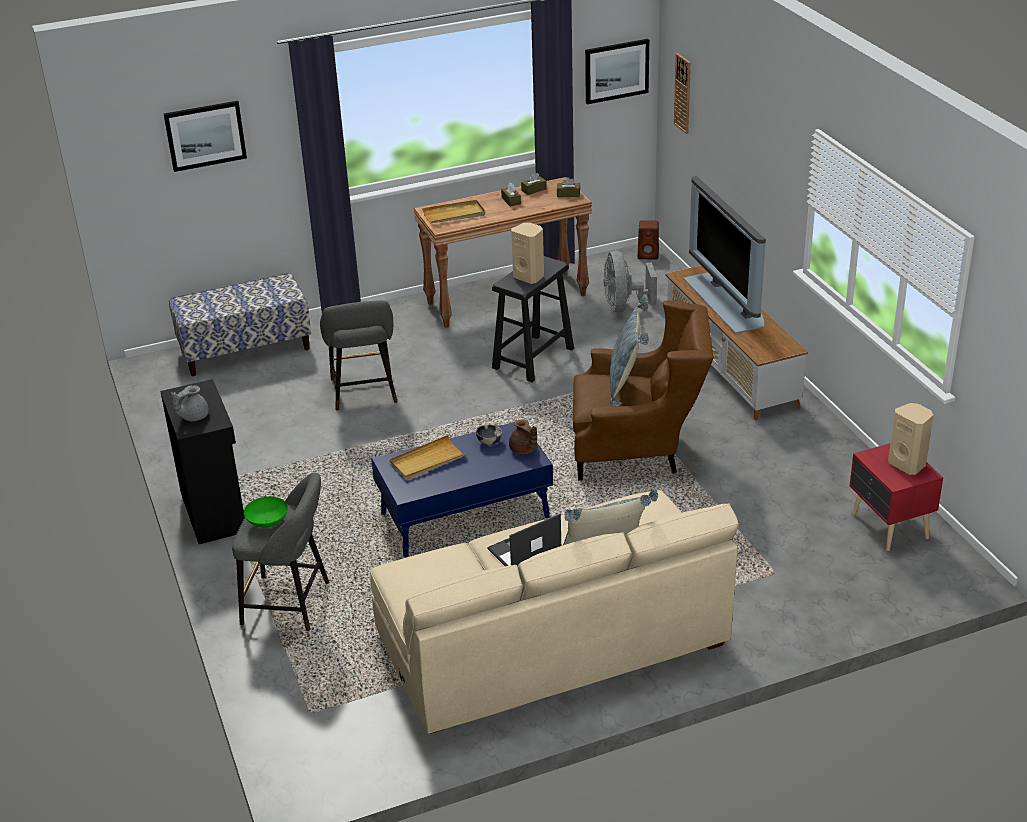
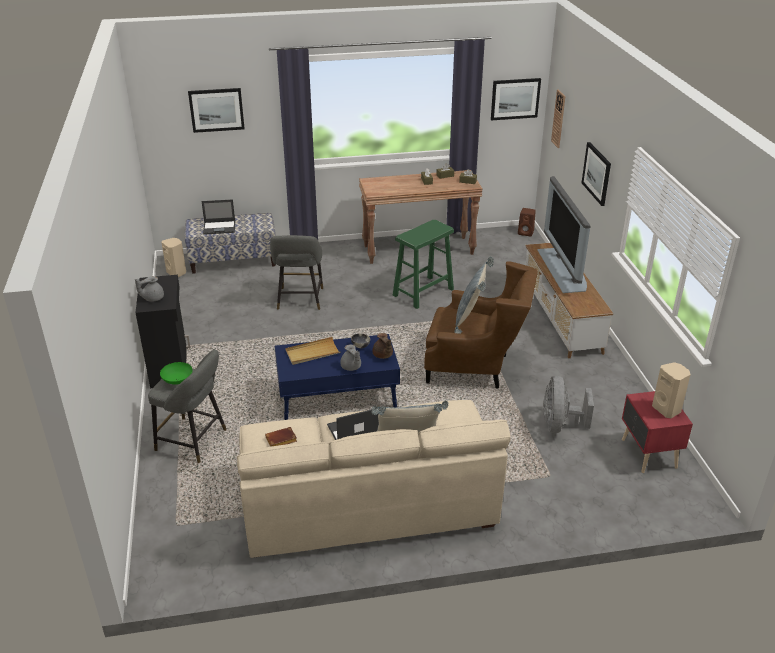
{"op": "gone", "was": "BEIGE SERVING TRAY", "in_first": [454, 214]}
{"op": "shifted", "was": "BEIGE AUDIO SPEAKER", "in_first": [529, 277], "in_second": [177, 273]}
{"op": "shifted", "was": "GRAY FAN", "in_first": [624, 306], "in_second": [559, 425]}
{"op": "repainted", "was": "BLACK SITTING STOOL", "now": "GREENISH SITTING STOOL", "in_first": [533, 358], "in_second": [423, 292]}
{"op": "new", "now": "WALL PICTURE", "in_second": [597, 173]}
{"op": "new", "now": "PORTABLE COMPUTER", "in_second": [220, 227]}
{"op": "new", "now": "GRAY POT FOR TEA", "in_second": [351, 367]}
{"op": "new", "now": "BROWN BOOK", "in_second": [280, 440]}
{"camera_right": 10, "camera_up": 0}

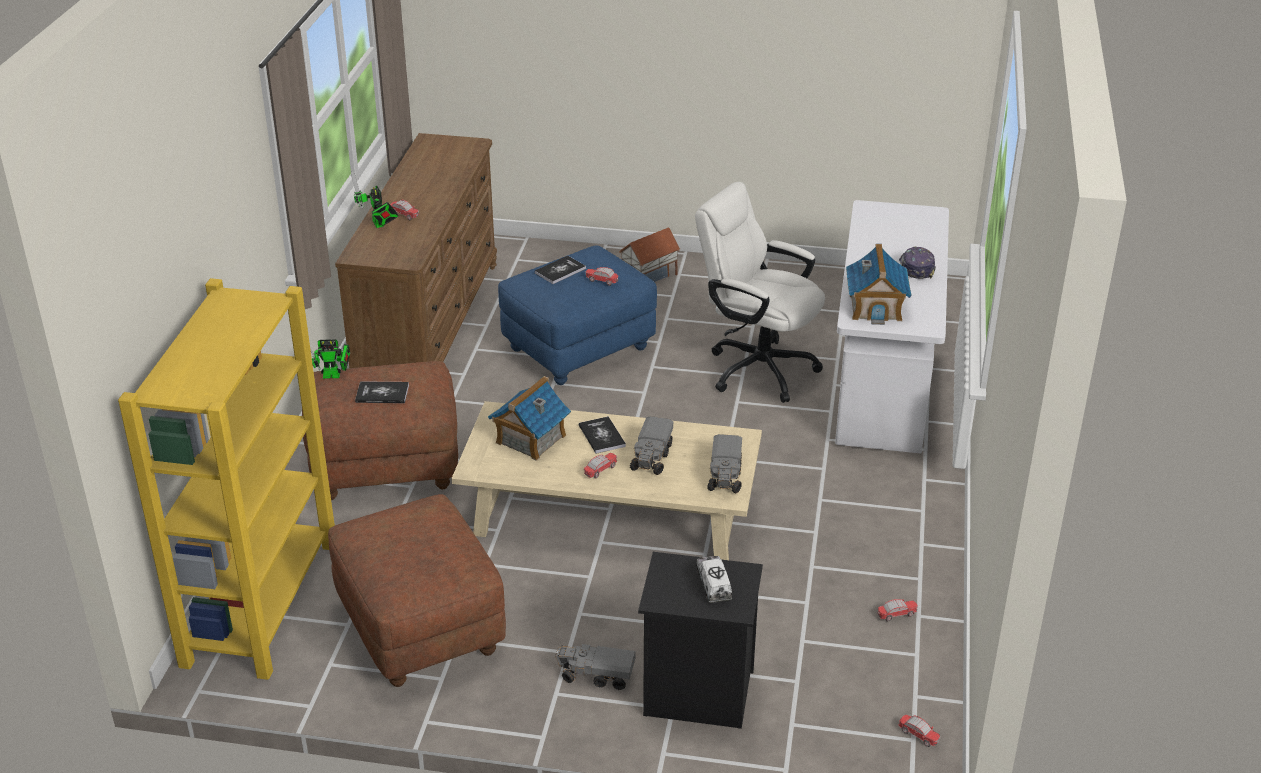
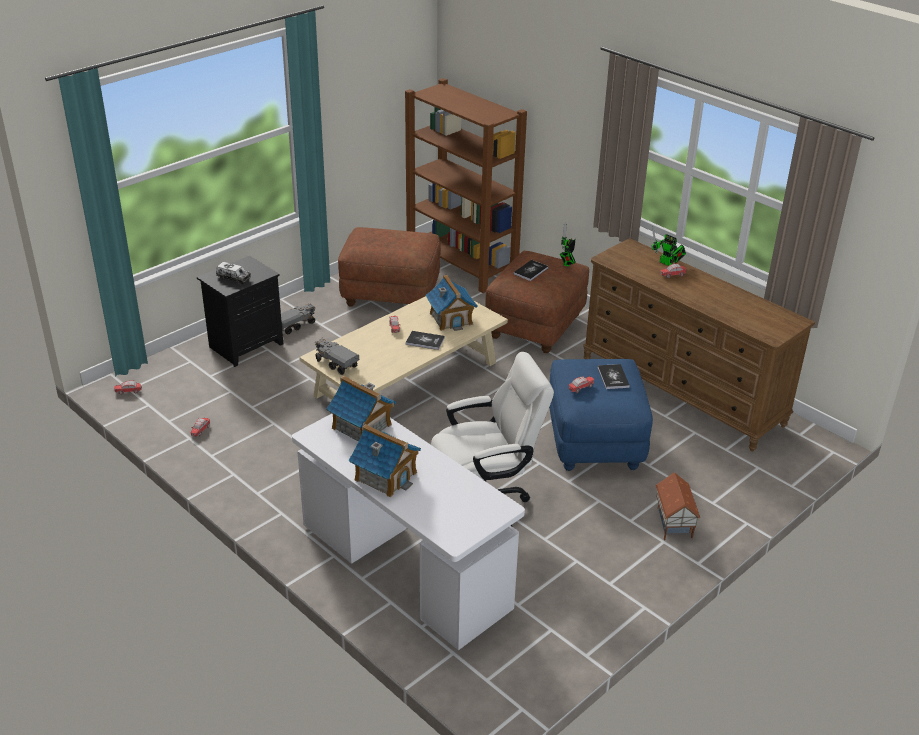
{"op": "rotated", "was": "TOY ROBOT", "in_first": [378, 225], "in_second": [667, 263], "clockwise": -150}
{"op": "swapped", "was": "PEAKED CAP", "now": "MODEL HOUSE", "in_first": [916, 268], "in_second": [385, 476]}
{"op": "repainted", "was": "YELLOWISH BOOKSHELF", "now": "BROWN BOOKSHELF", "in_first": [261, 602], "in_second": [461, 264]}
{"op": "gone", "was": "MODEL TRUCK", "in_first": [652, 457]}
{"camera_right": 125, "camera_up": 0}

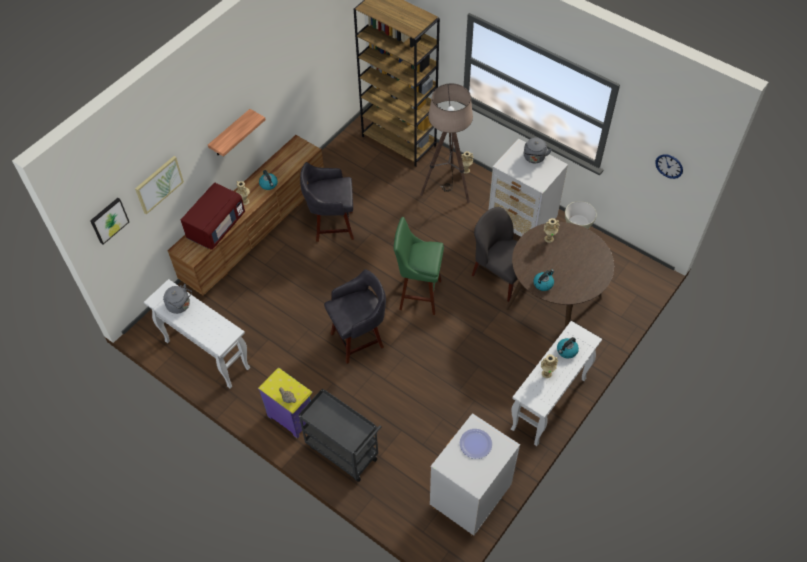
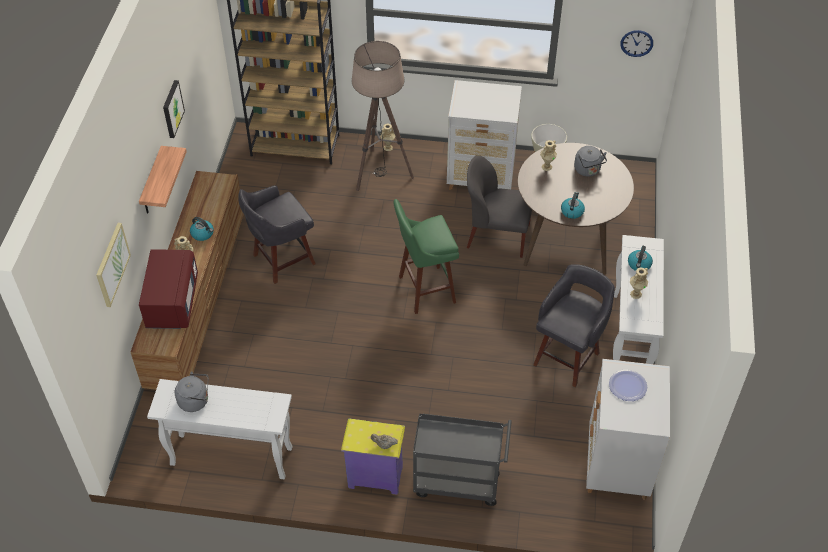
{"op": "shifted", "was": "GRAY TEA KETTLE", "in_first": [534, 158], "in_second": [588, 170]}
{"op": "shifted", "was": "WALL PICTURE", "in_first": [108, 220], "in_second": [172, 109]}
{"op": "shifted", "was": "GRAY SITTING STOOL", "in_first": [359, 340], "in_second": [568, 357]}
{"camera_right": -30, "camera_up": -5}

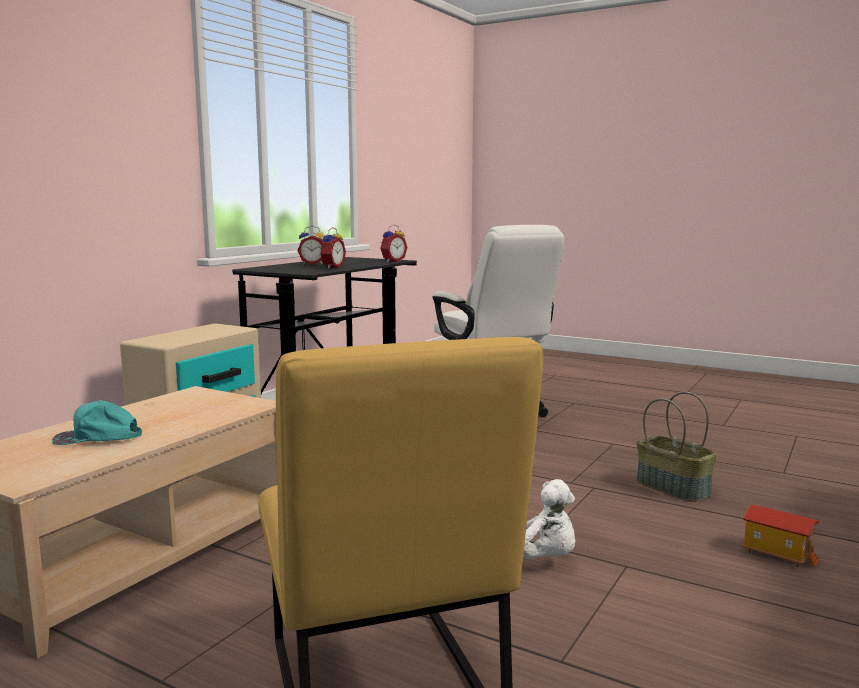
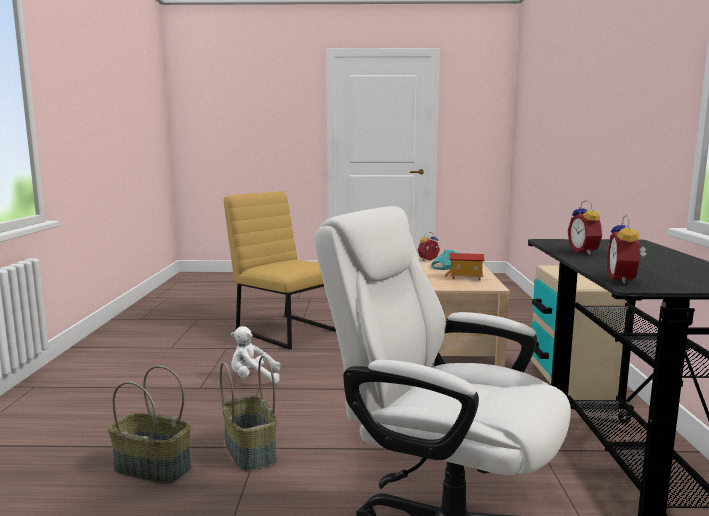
{"op": "shifted", "was": "TABLE CLOCK", "in_first": [313, 264], "in_second": [429, 260]}
{"op": "shifted", "was": "MODEL HOUSE", "in_first": [778, 553], "in_second": [465, 277]}
{"op": "new", "now": "BASKET", "in_second": [251, 451]}
{"camera_right": 150, "camera_up": 0}

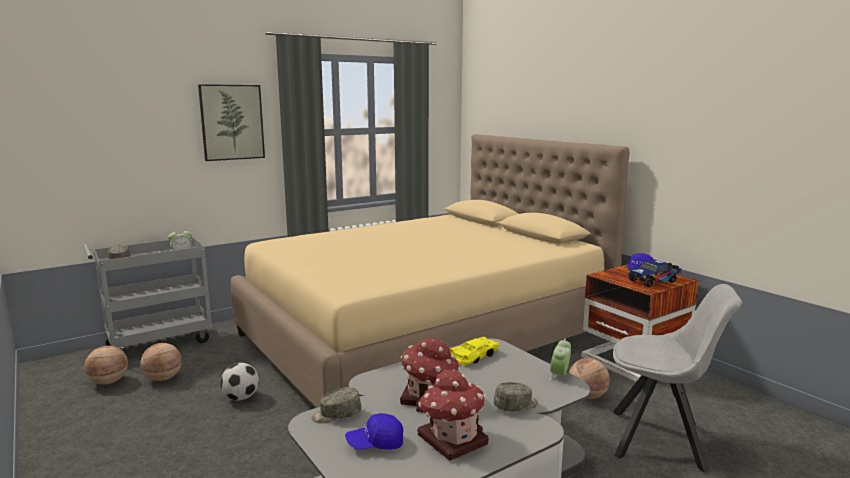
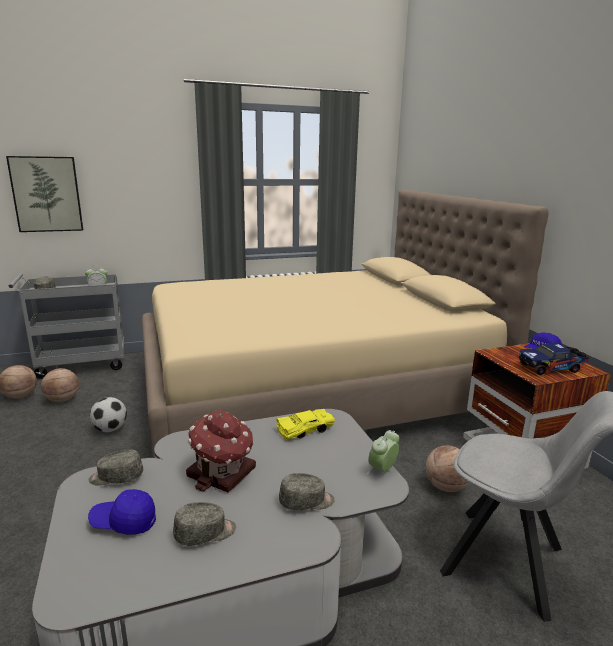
{"op": "shifted", "was": "WALL PICTURE", "in_first": [232, 122], "in_second": [46, 194]}
{"op": "swapped", "was": "MODEL HOUSE", "now": "GRAY PEAKED CAP", "in_first": [452, 439], "in_second": [205, 533]}
{"camera_right": 15, "camera_up": 5}

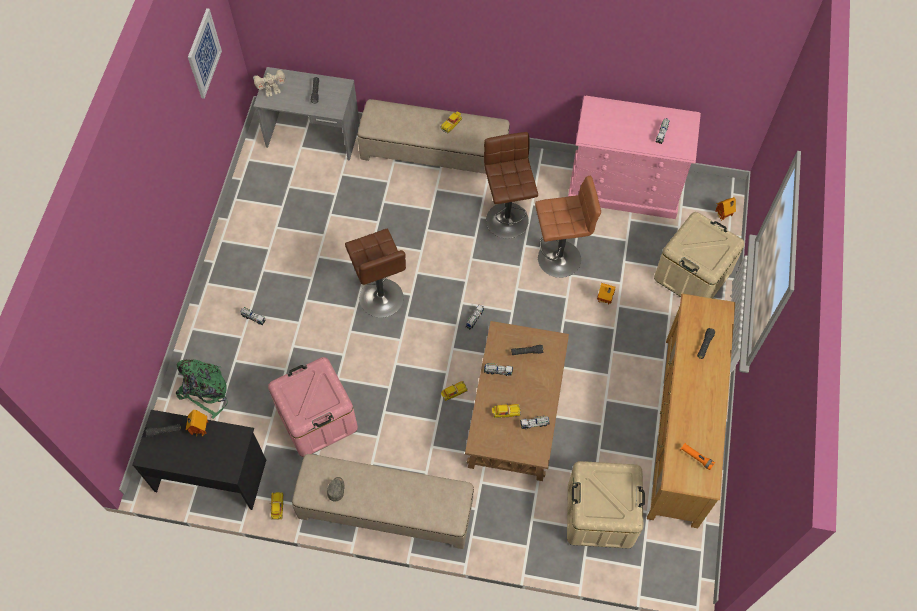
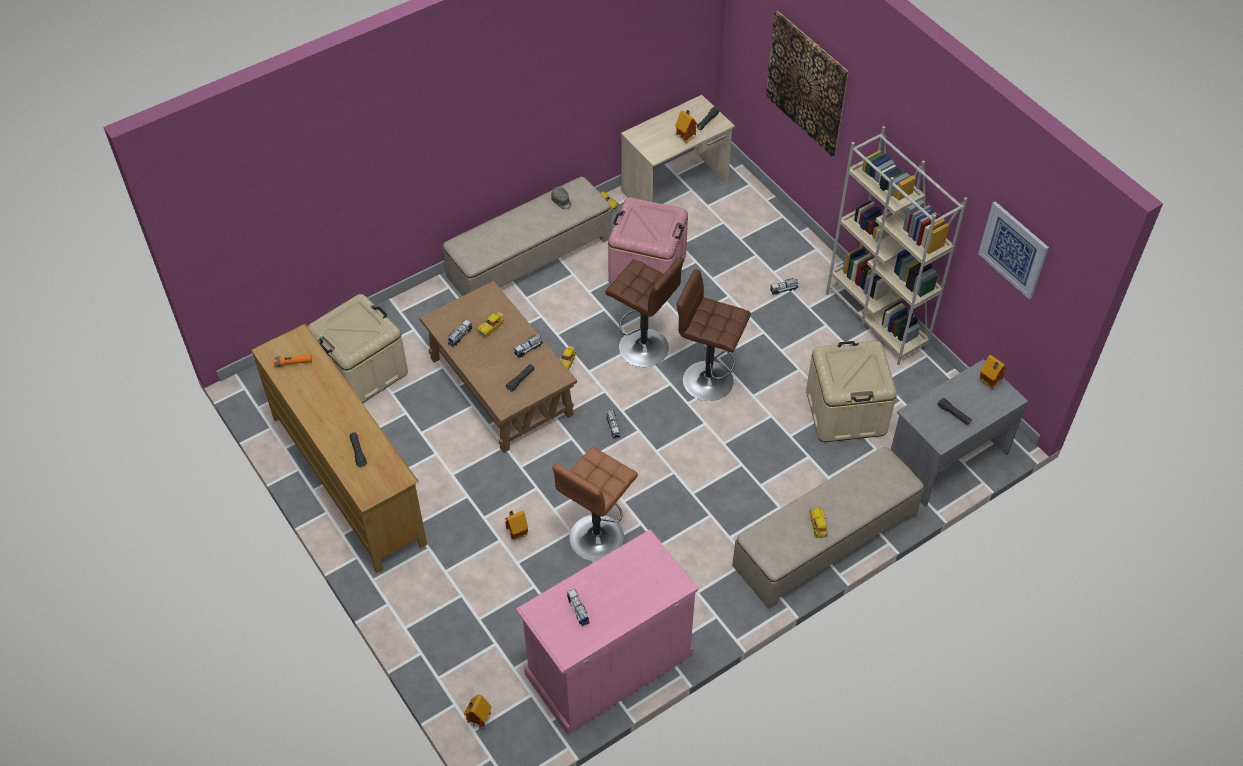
{"op": "swapped", "was": "TOY ROBOT", "now": "MODEL HOUSE", "in_first": [272, 91], "in_second": [988, 384]}
{"op": "shifted", "was": "BROWN SITTING STOOL", "in_first": [507, 220], "in_second": [644, 348]}
{"op": "shifted", "was": "BEIGE STORAGE BOX", "in_first": [692, 275], "in_second": [846, 411]}
{"op": "gone", "was": "GREENISH RUCKSACK", "in_first": [205, 390]}
{"op": "repainted", "was": "BLACK DESK", "now": "BEIGE DESK", "in_first": [210, 474], "in_second": [675, 186]}
{"op": "new", "now": "WALL PICTURE", "in_second": [807, 83]}
{"op": "new", "now": "BEIGE BOOKSHELF", "in_second": [876, 320]}
{"camera_right": 135, "camera_up": -10}

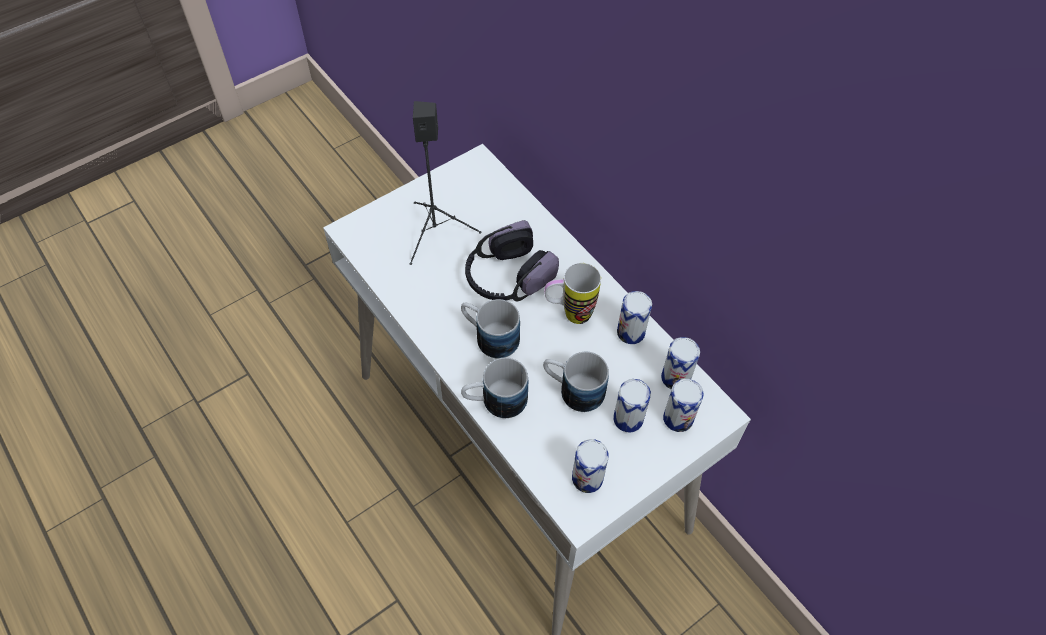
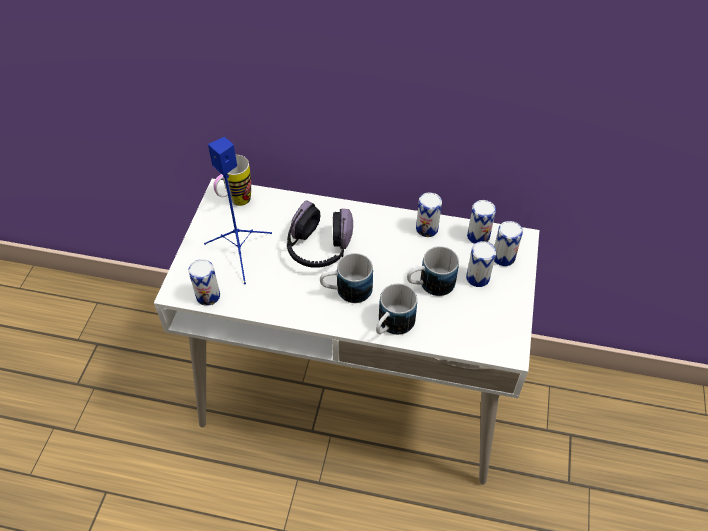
{"op": "repainted", "was": "BLACK AUDIO SPEAKER", "now": "BLUISH AUDIO SPEAKER", "in_first": [435, 233], "in_second": [240, 253]}
{"op": "shifted", "was": "MUG", "in_first": [569, 314], "in_second": [235, 202]}
{"op": "shifted", "was": "CAN", "in_first": [587, 478], "in_second": [208, 296]}
{"camera_right": -40, "camera_up": -5}

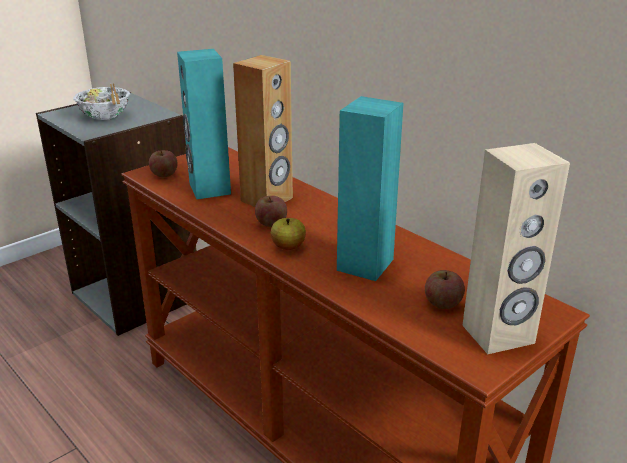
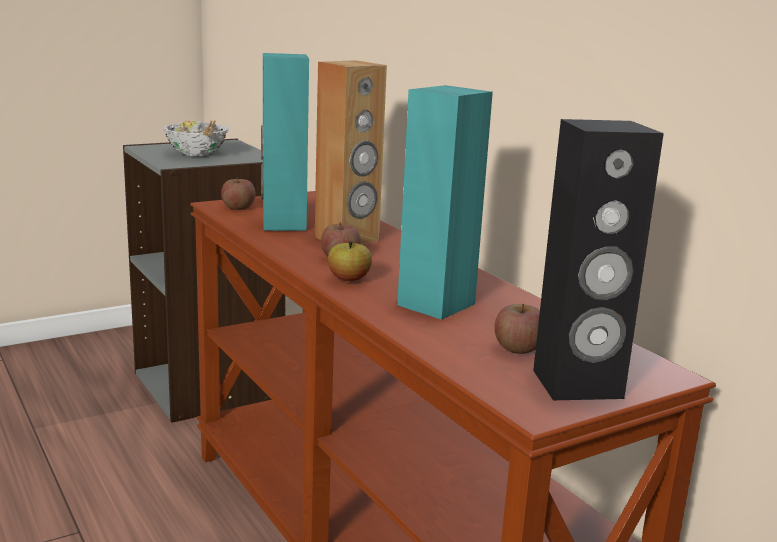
{"op": "repainted", "was": "BEIGE AUDIO SPEAKER", "now": "BLACK AUDIO SPEAKER", "in_first": [498, 335], "in_second": [577, 385]}
{"camera_right": 10, "camera_up": -10}

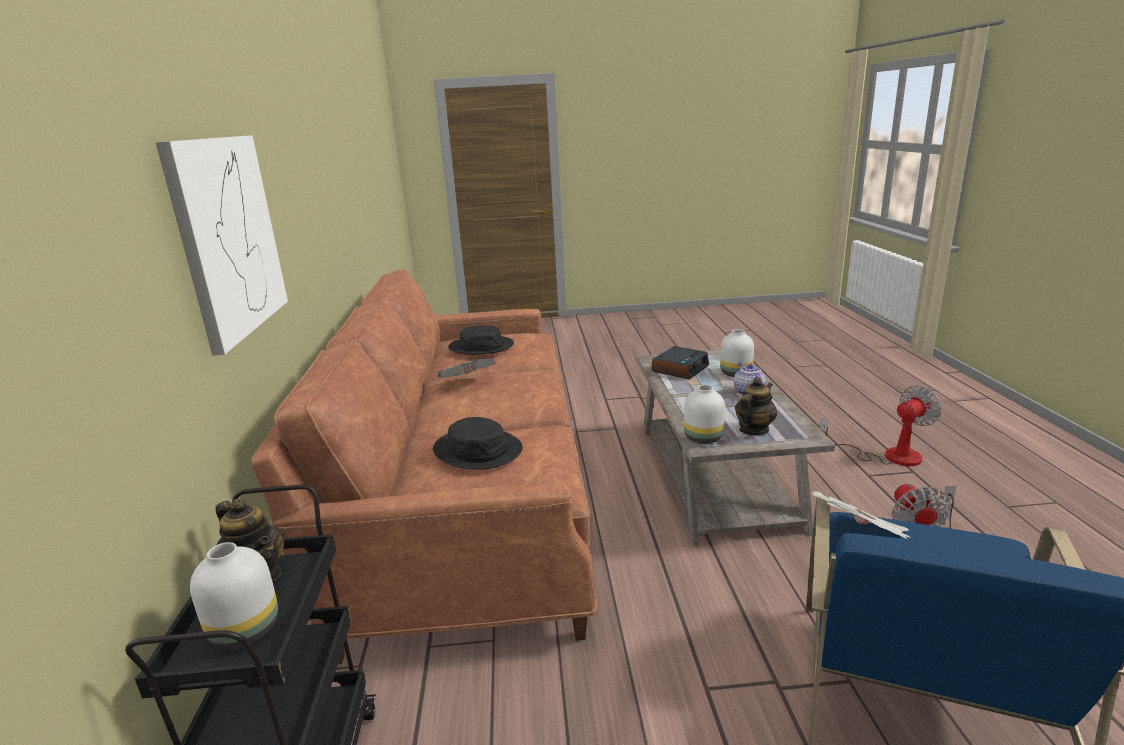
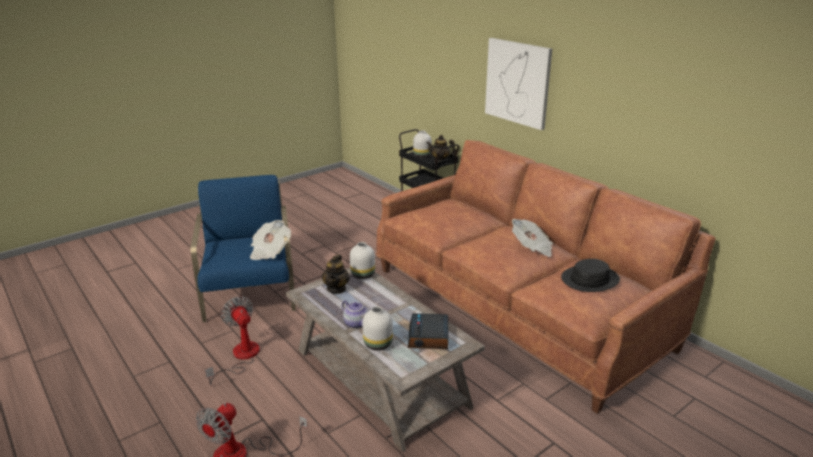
{"op": "gone", "was": "BLACK CLOTHING HAT", "in_first": [478, 450]}
{"camera_right": 145, "camera_up": 5}

